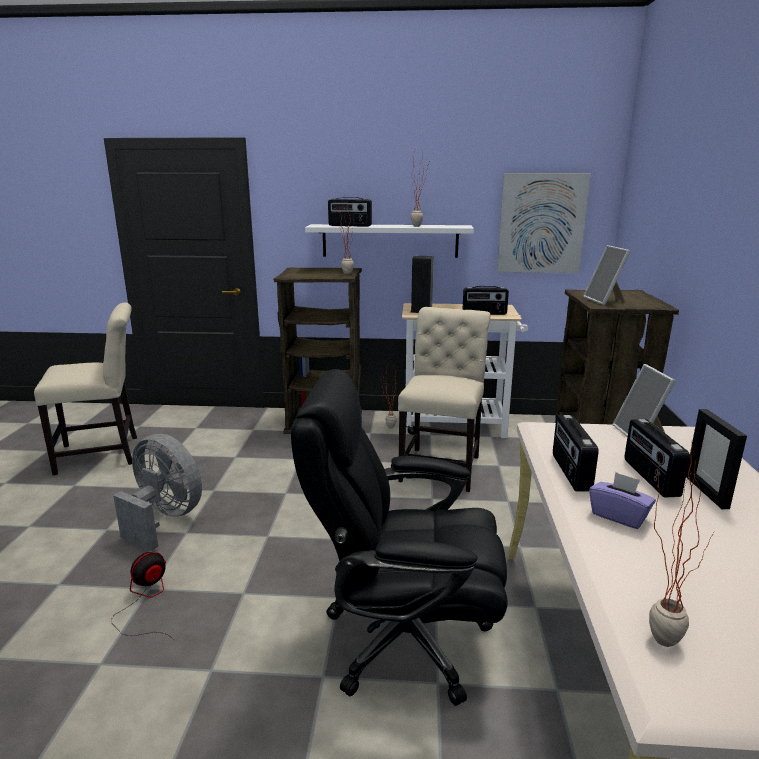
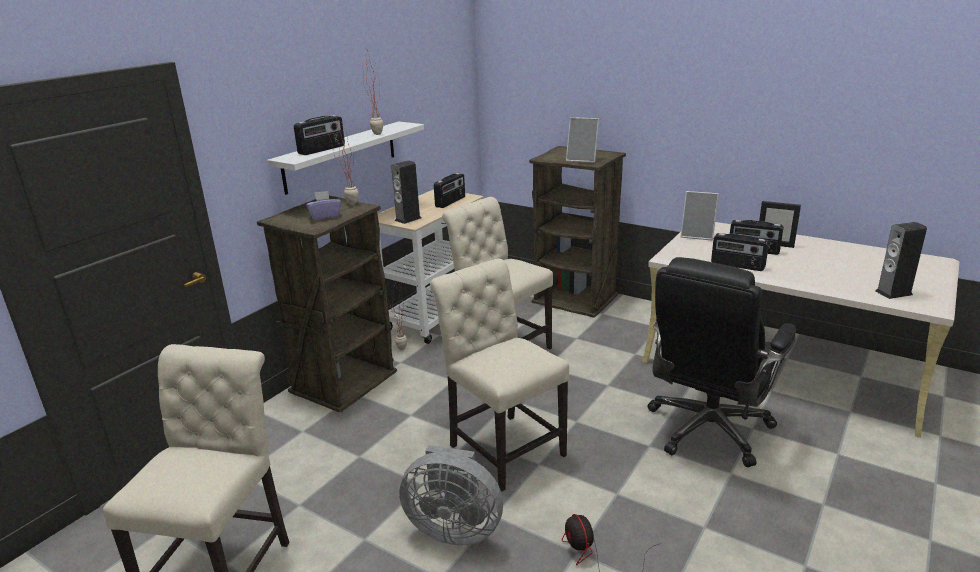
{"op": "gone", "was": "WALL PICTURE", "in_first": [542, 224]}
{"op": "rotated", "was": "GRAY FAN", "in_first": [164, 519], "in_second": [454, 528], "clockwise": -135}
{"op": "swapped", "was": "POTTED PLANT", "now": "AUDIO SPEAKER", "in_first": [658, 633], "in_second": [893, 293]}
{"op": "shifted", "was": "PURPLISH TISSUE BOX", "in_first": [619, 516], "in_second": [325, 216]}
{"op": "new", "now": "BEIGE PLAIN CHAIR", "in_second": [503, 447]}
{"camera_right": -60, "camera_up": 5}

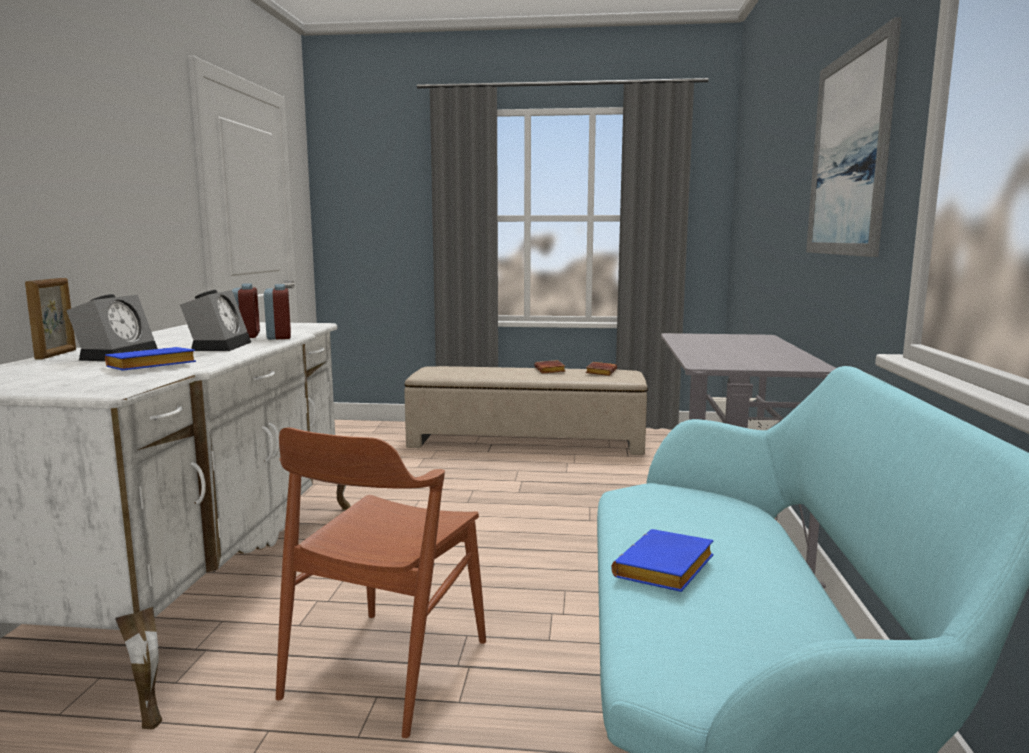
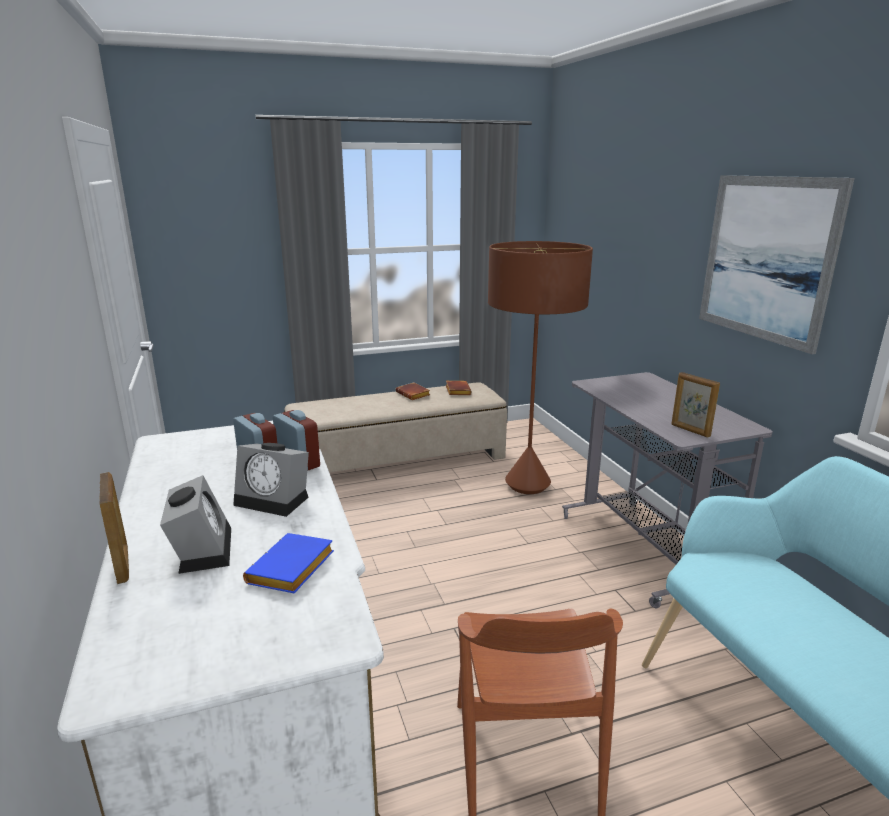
{"op": "rotated", "was": "TABLE CLOCK", "in_first": [219, 346], "in_second": [275, 500], "clockwise": 135}
{"op": "gone", "was": "BLUISH BOOK", "in_first": [665, 571]}
{"op": "new", "now": "BROWN FLOOR LAMP", "in_second": [527, 486]}
{"op": "new", "now": "PICTURE FRAME", "in_second": [690, 430]}
{"camera_right": -25, "camera_up": 10}

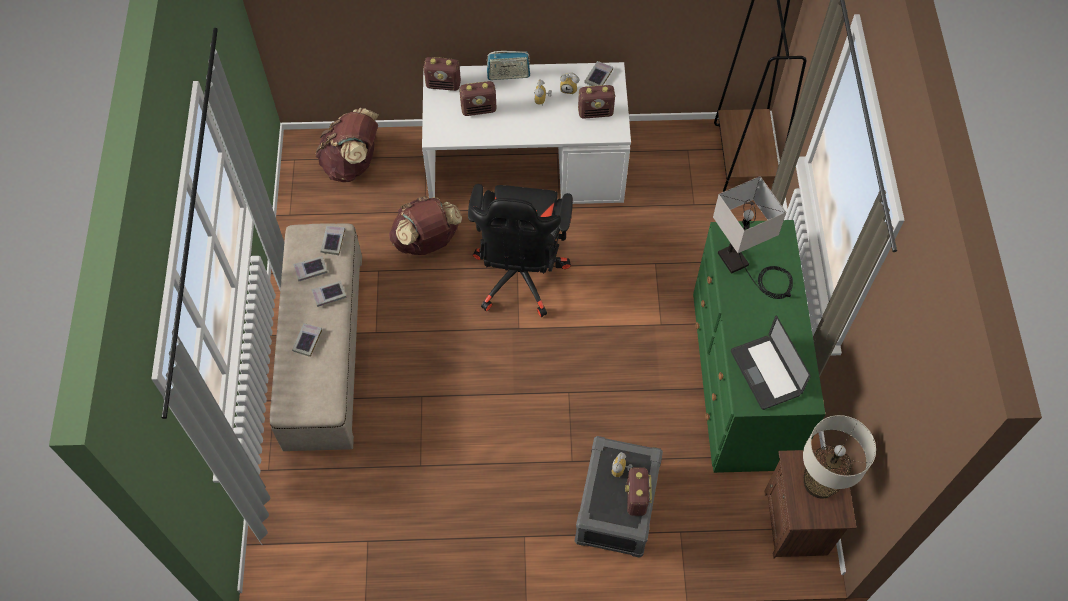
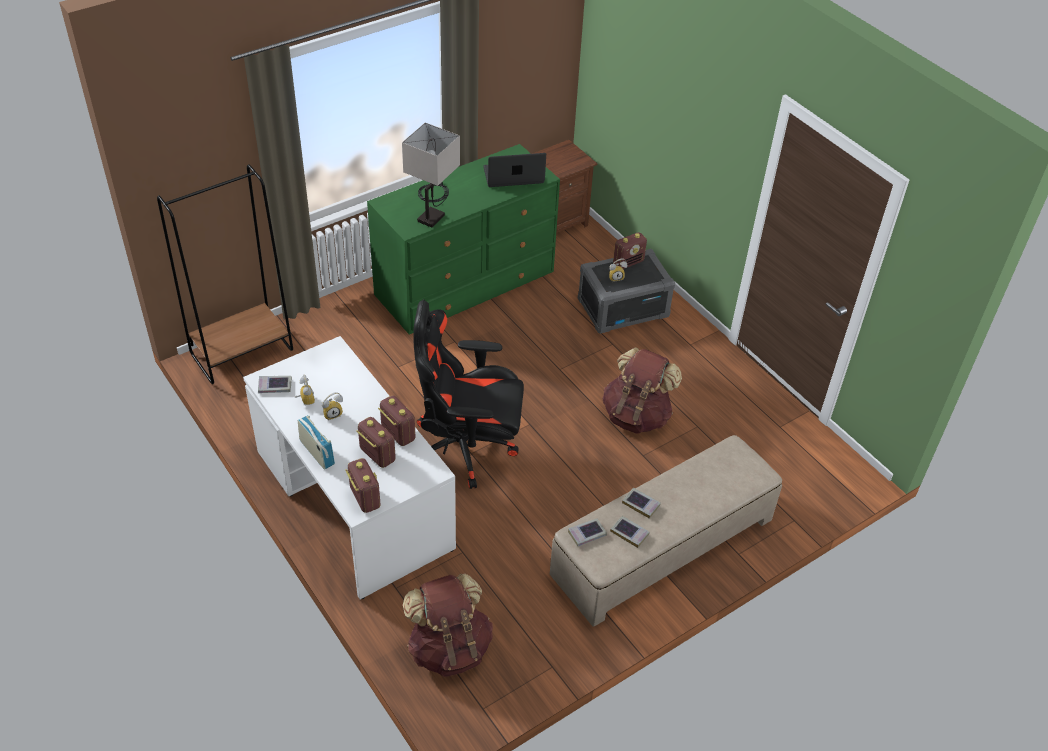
{"op": "shifted", "was": "RADIO RECEIVER", "in_first": [596, 112], "in_second": [397, 433]}
{"op": "rotated", "was": "BLACK DESK CHAIR", "in_first": [521, 267], "in_second": [469, 450], "clockwise": -150}
{"op": "shifted", "was": "BROWN RUCKSACK", "in_first": [427, 242], "in_second": [637, 415]}
{"op": "rotated", "was": "PORTABLE COMPUTER", "in_first": [765, 373], "in_second": [513, 176], "clockwise": -135}
{"op": "gone", "was": "BOOK", "in_first": [307, 341]}
{"op": "gone", "was": "LAMP FOR A TABLE", "in_first": [820, 482]}
{"camera_right": -125, "camera_up": -15}

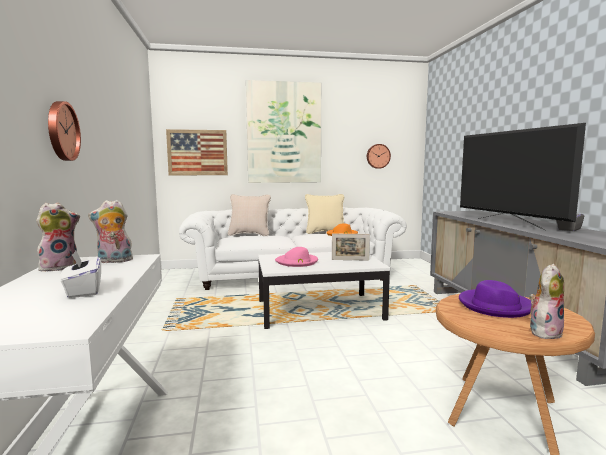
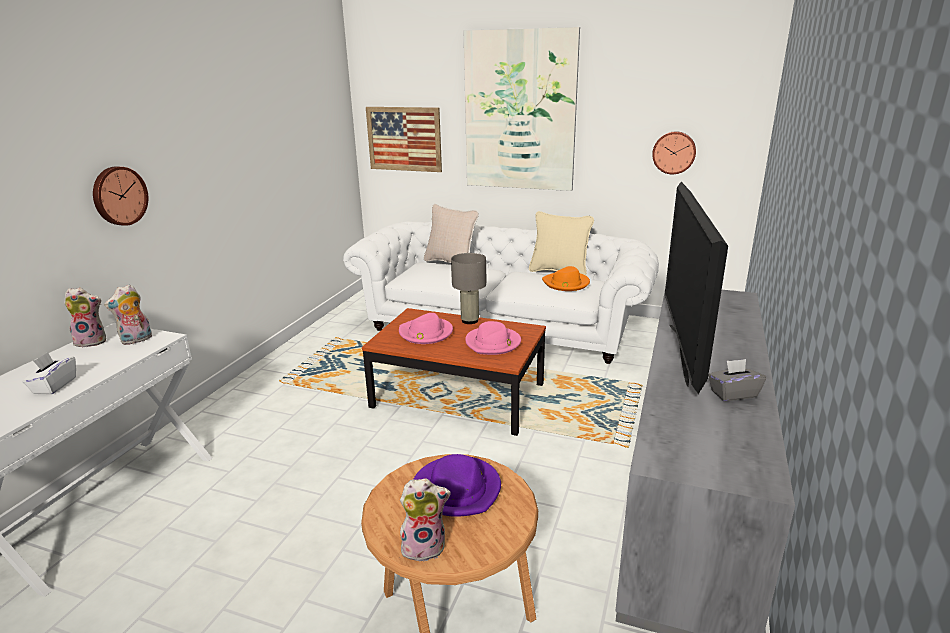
{"op": "rotated", "was": "SOFT TOY", "in_first": [114, 261], "in_second": [136, 340], "clockwise": -60}
{"op": "swapped", "was": "PICTURE FRAME", "now": "PINK-COLOURED CLOTHING HAT", "in_first": [350, 260], "in_second": [493, 343]}
{"op": "repainted", "was": "WHITISH LOW TABLE", "now": "BROWN LOW TABLE", "in_first": [319, 310], "in_second": [459, 395]}
{"op": "new", "now": "GRAY LAMP FOR A TABLE", "in_second": [469, 321]}
{"camera_right": 30, "camera_up": 15}

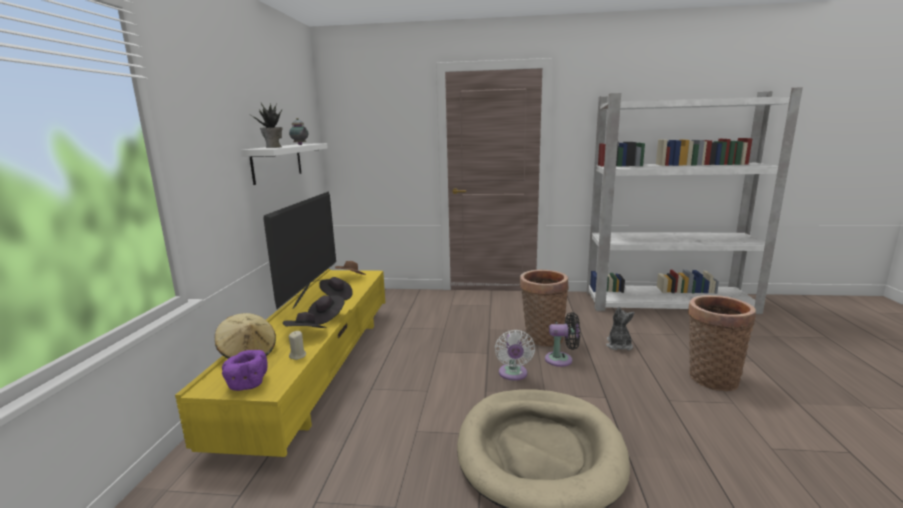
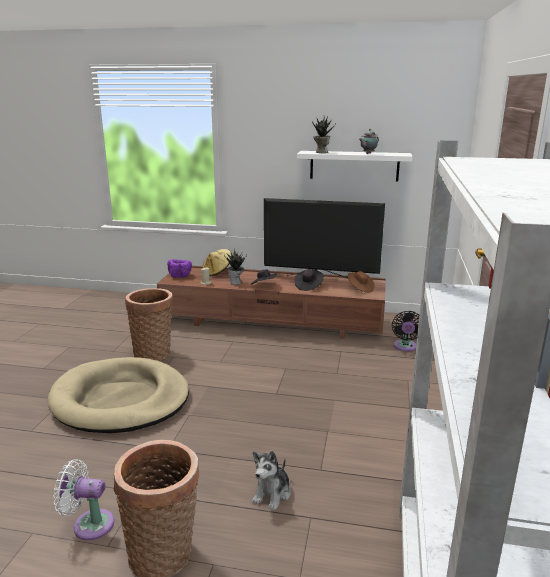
{"op": "repainted", "was": "YELLOWISH MEDIA CONSOLE", "now": "BROWN MEDIA CONSOLE", "in_first": [315, 366], "in_second": [272, 321]}
{"op": "shifted", "was": "BASKET", "in_first": [541, 338], "in_second": [154, 353]}
{"op": "rotated", "was": "SOFT TOY", "in_first": [618, 345], "in_second": [272, 494], "clockwise": 105}
{"op": "swapped", "was": "BLACK CLOTHING HAT", "now": "POTTED PLANT", "in_first": [306, 335], "in_second": [236, 282]}
{"op": "shifted", "was": "BLACK FAN", "in_first": [562, 359], "in_second": [405, 347]}
{"op": "shifted", "was": "WHITISH FAN", "in_first": [513, 374], "in_second": [89, 524]}
{"camera_right": 95, "camera_up": 5}

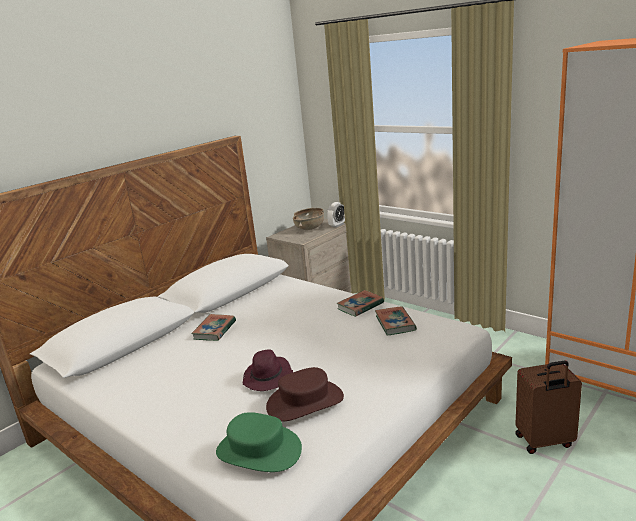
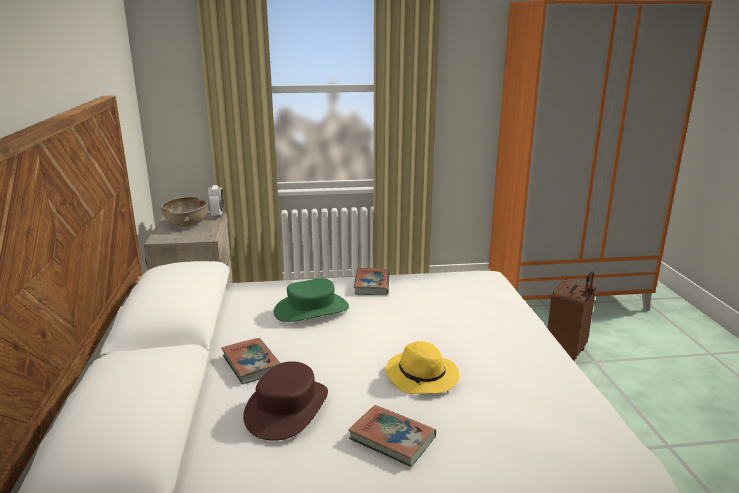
{"op": "shifted", "was": "BOOK", "in_first": [395, 323], "in_second": [392, 439]}
{"op": "repainted", "was": "PURPLISH CLOTHING HAT", "now": "YELLOWISH CLOTHING HAT", "in_first": [268, 377], "in_second": [423, 377]}
{"op": "shifted", "was": "BROWN CLOTHING HAT", "in_first": [305, 402], "in_second": [287, 408]}
{"op": "shifted", "was": "GREENISH CLOTHING HAT", "in_first": [258, 451], "in_second": [311, 309]}
{"camera_right": -50, "camera_up": 0}

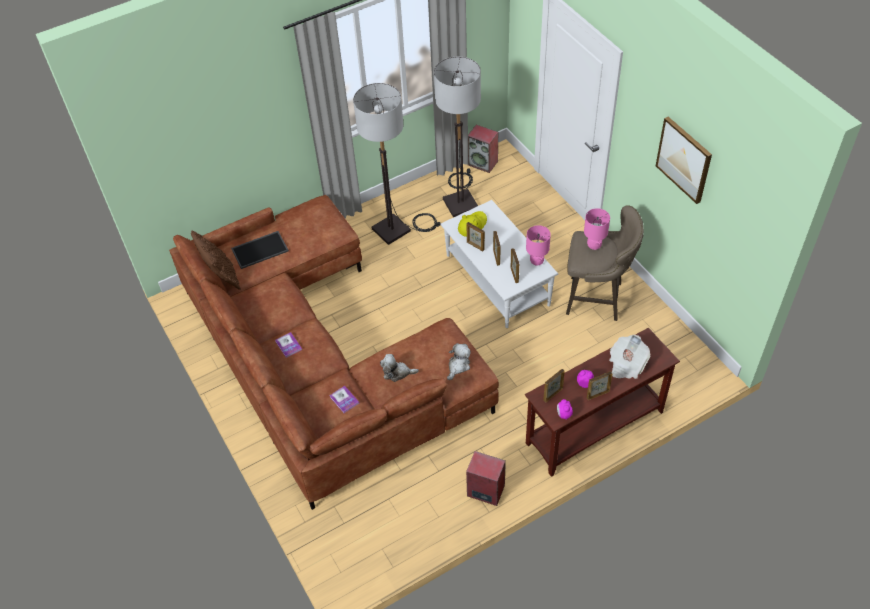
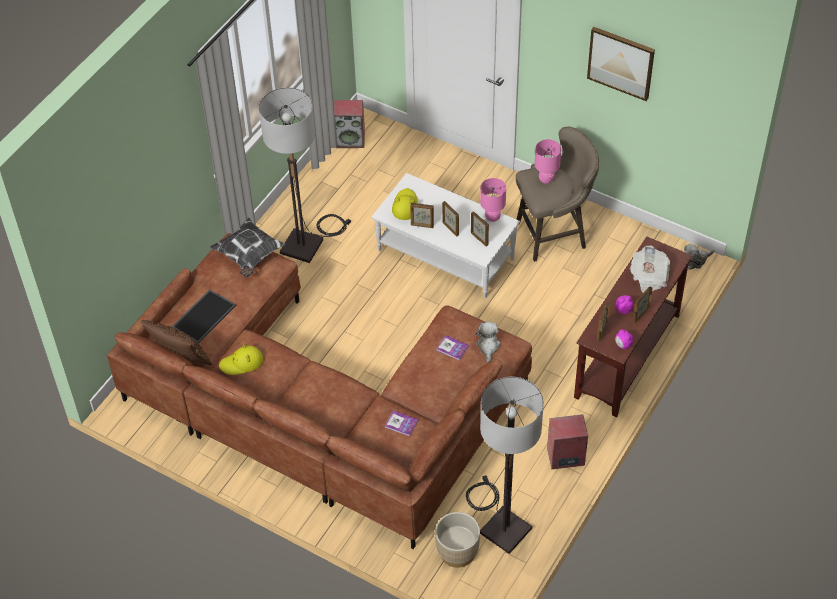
{"op": "shifted", "was": "FLOOR LAMP", "in_first": [460, 197], "in_second": [499, 521]}
{"op": "shifted", "was": "BOOK", "in_first": [288, 345], "in_second": [452, 348]}
{"op": "shifted", "was": "SOFT TOY", "in_first": [397, 372], "in_second": [695, 260]}
{"op": "new", "now": "PILLOW", "in_second": [248, 255]}
{"op": "new", "now": "YELLOWISH CLOTHING HAT", "in_second": [242, 363]}
{"op": "new", "now": "BEIGE PLANTER", "in_second": [457, 552]}
{"camera_right": -30, "camera_up": 0}

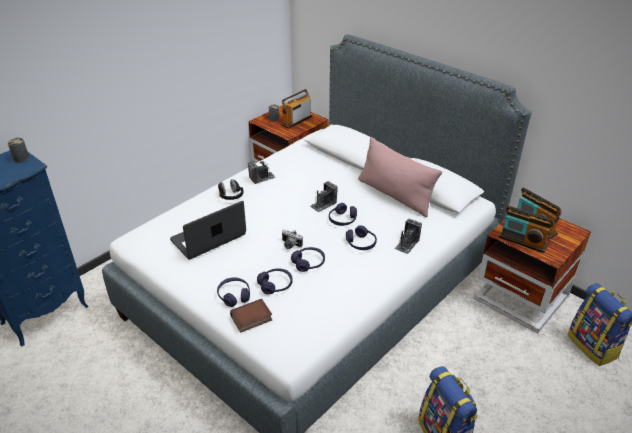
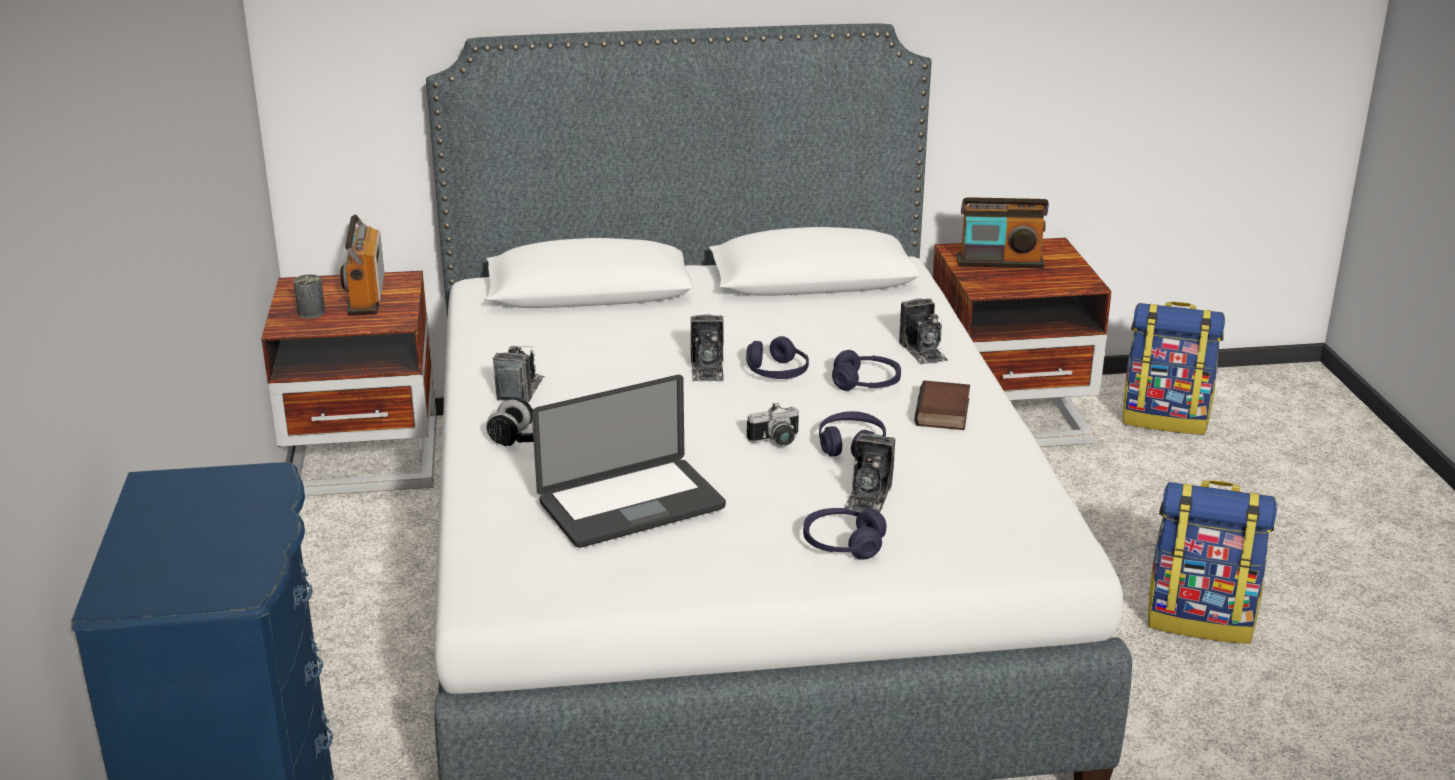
{"op": "gone", "was": "PINK-COLOURED PILLOW", "in_first": [395, 195]}
{"op": "gone", "was": "CAN", "in_first": [21, 158]}
{"op": "rotated", "was": "PORTABLE COMPUTER", "in_first": [208, 238], "in_second": [631, 506], "clockwise": -120}
{"op": "gone", "was": "RADIO RECEIVER", "in_first": [522, 241]}
{"op": "swapped", "was": "PURPLISH HEADSET", "now": "STILL CAMERA", "in_first": [275, 285], "in_second": [868, 496]}
{"op": "shifted", "was": "BOOK", "in_first": [251, 319], "in_second": [944, 413]}
{"camera_right": -50, "camera_up": -10}

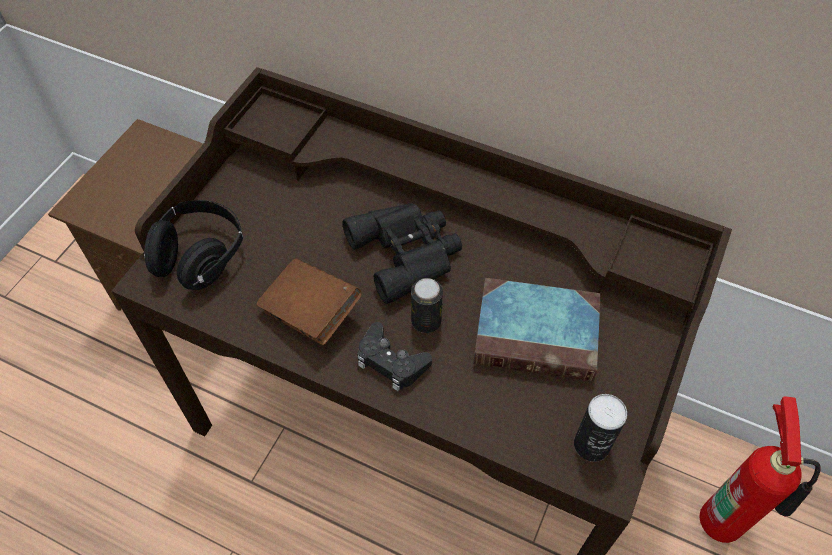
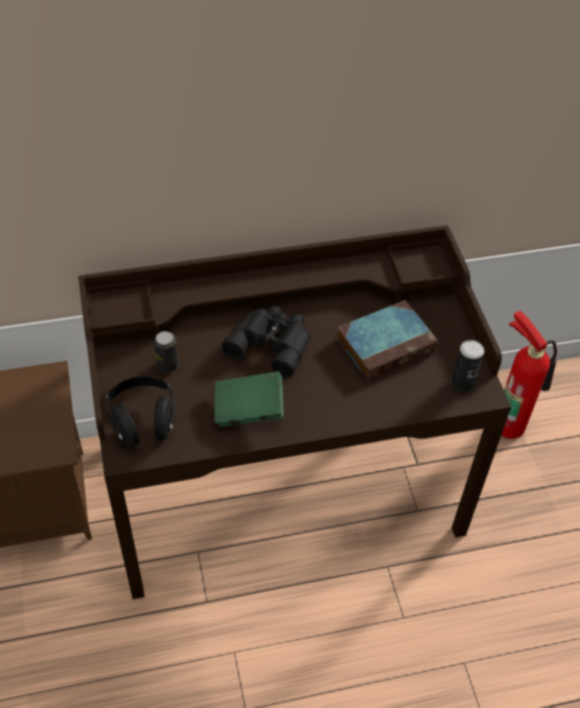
{"op": "repainted", "was": "BROWN BOOK", "now": "GREENISH BOOK", "in_first": [311, 313], "in_second": [249, 410]}
{"op": "shifted", "was": "CAN", "in_first": [426, 321], "in_second": [167, 365]}
{"op": "gone", "was": "BLACK GAME CONTROLLER", "in_first": [391, 361]}
{"camera_right": -40, "camera_up": -5}

